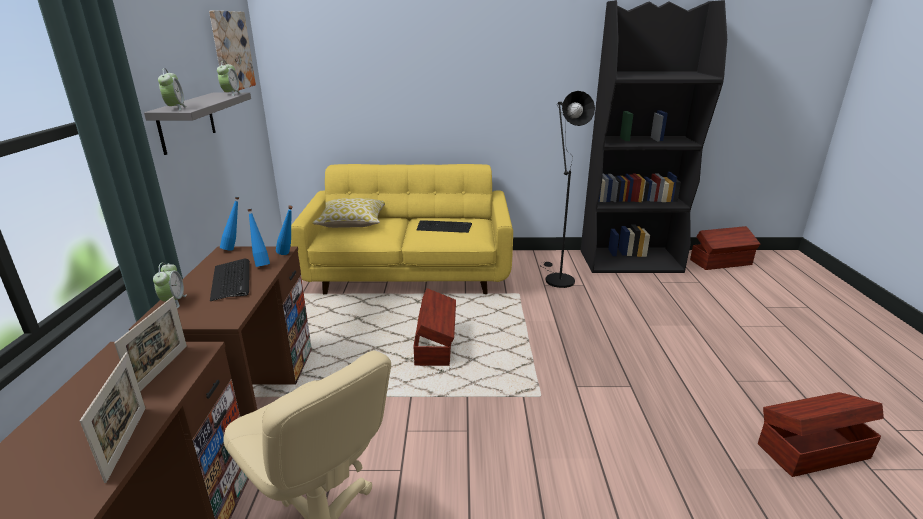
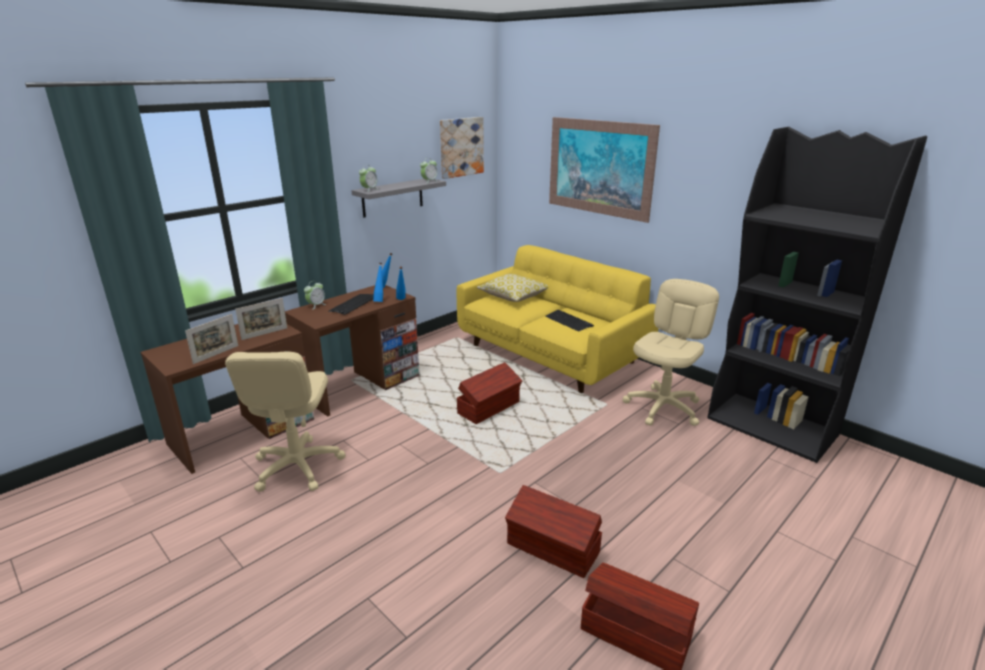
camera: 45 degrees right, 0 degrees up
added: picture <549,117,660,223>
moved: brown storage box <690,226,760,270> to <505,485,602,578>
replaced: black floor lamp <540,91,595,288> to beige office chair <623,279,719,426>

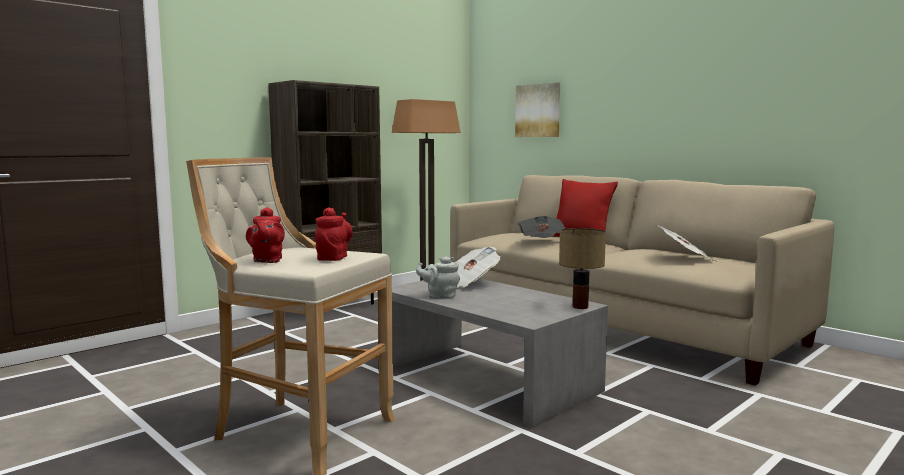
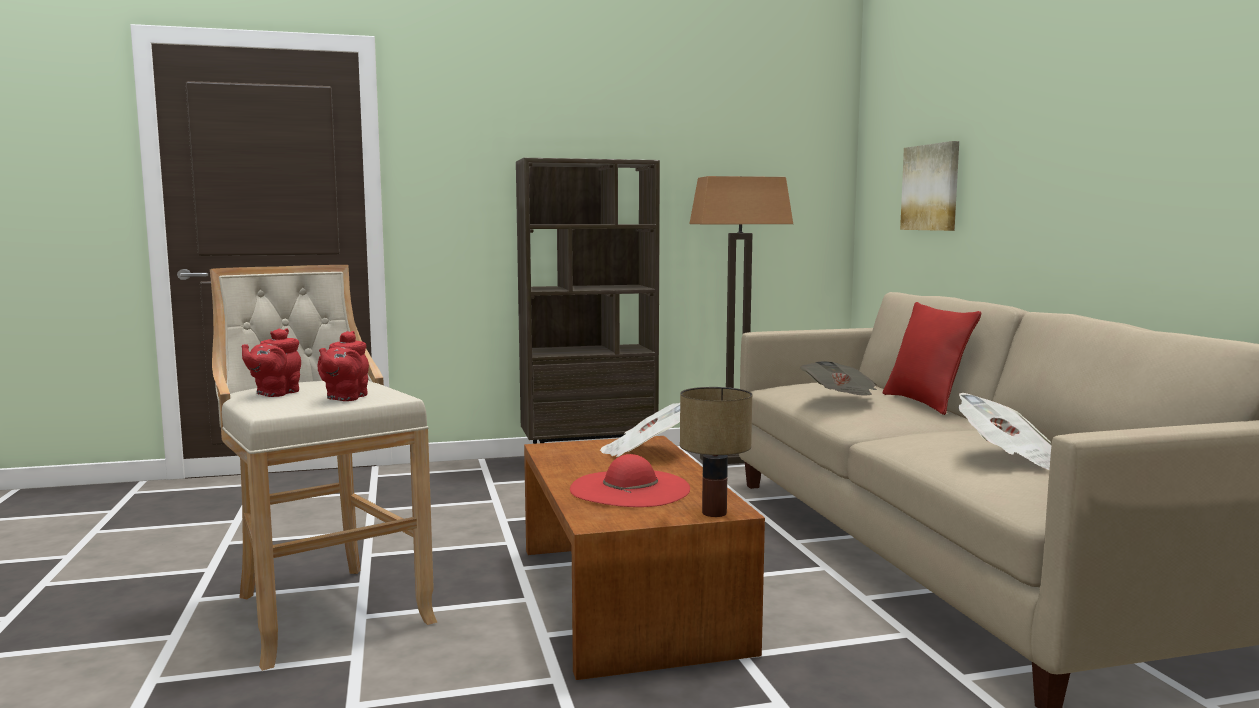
camera: 30 degrees right, 0 degrees up
removed: grey teapot <416,256,460,299>
added: red hat <570,454,690,507>
recoloured: grey coffee table <392,279,608,428> to brown coffee table <524,436,765,680>
turned: red teapot <315,207,353,261> = <318,331,369,401> 150 degrees clockwise

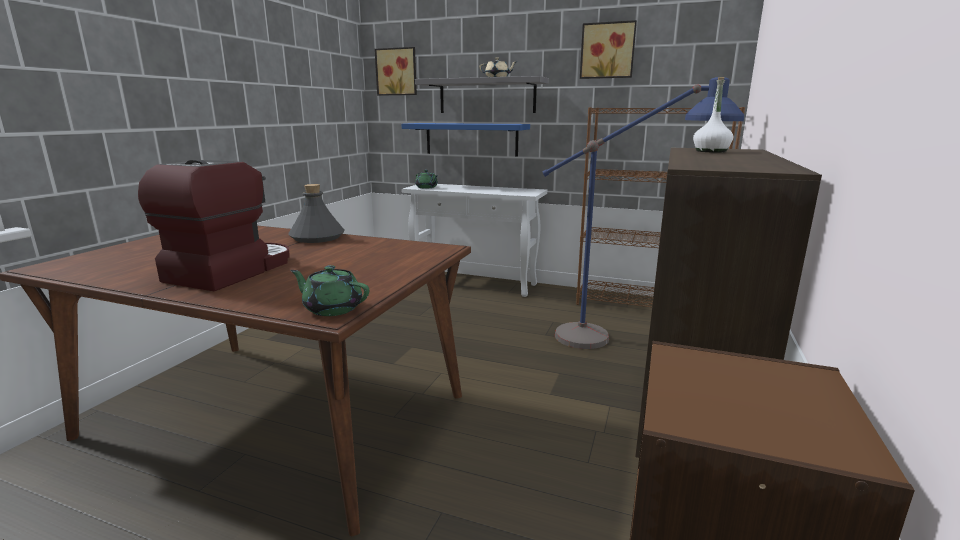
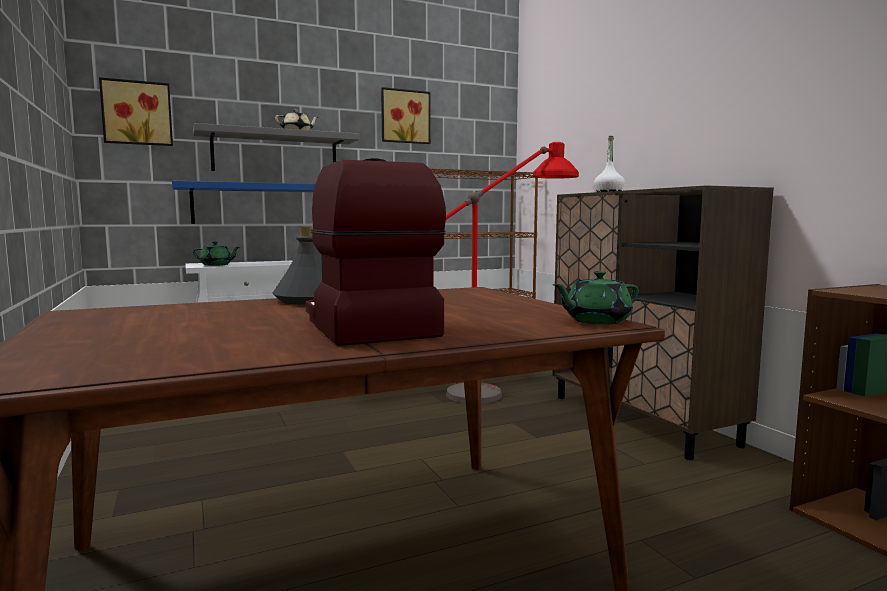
camera: 45 degrees left, 10 degrees down
recoloured: blue floor lamp <542,77,744,349> to red floor lamp <446,142,579,404>

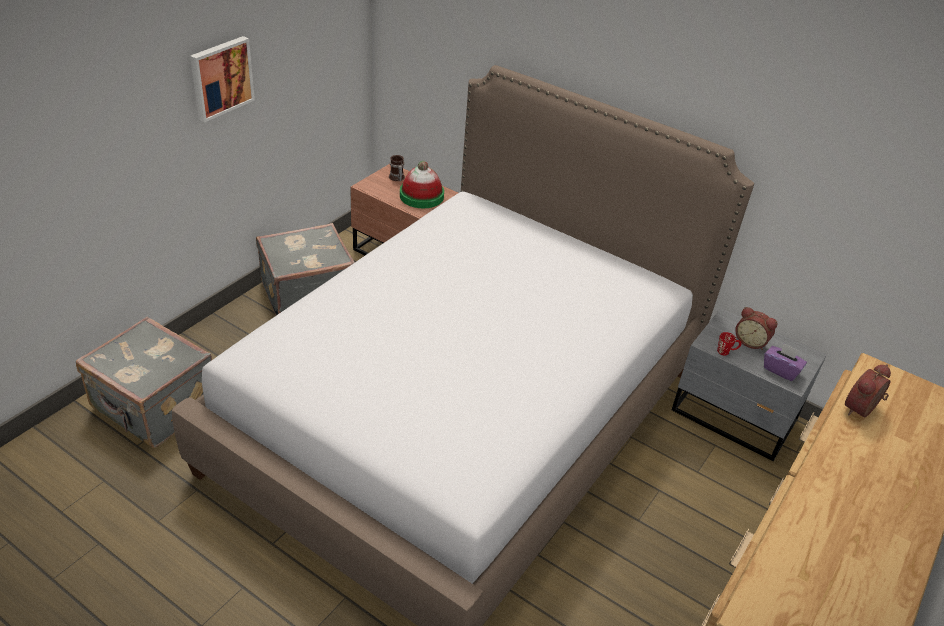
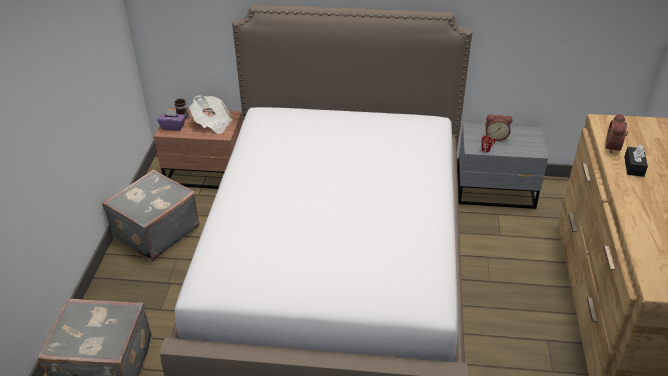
camera: 25 degrees left, 0 degrees up
removed: picture <190,36,255,122>
added: black tissue box <624,144,648,177>
moved: purple tissue box <764,343,807,381> to <157,109,186,131>
replaced: hat <400,161,444,208> to newspaper <189,95,233,134>

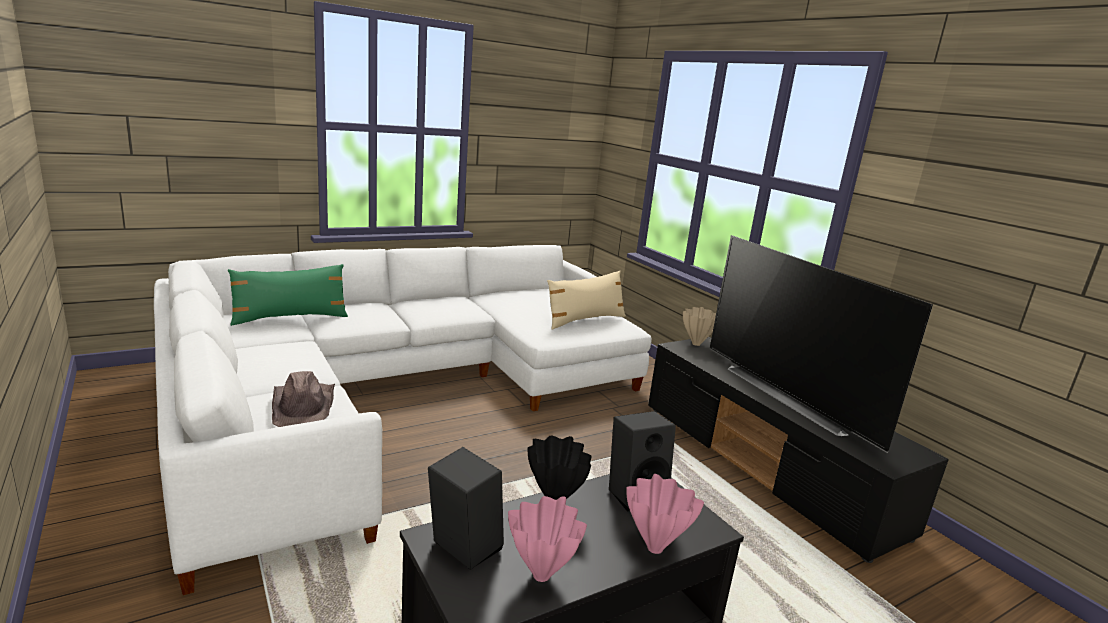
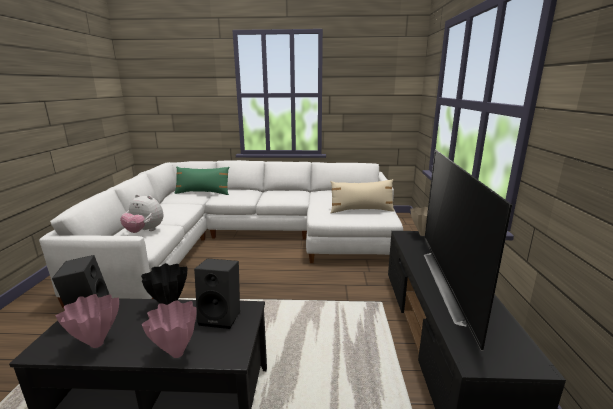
camera: 35 degrees right, 0 degrees up
replaced: brown hat <272,371,335,427> to plush toy <120,194,163,233>

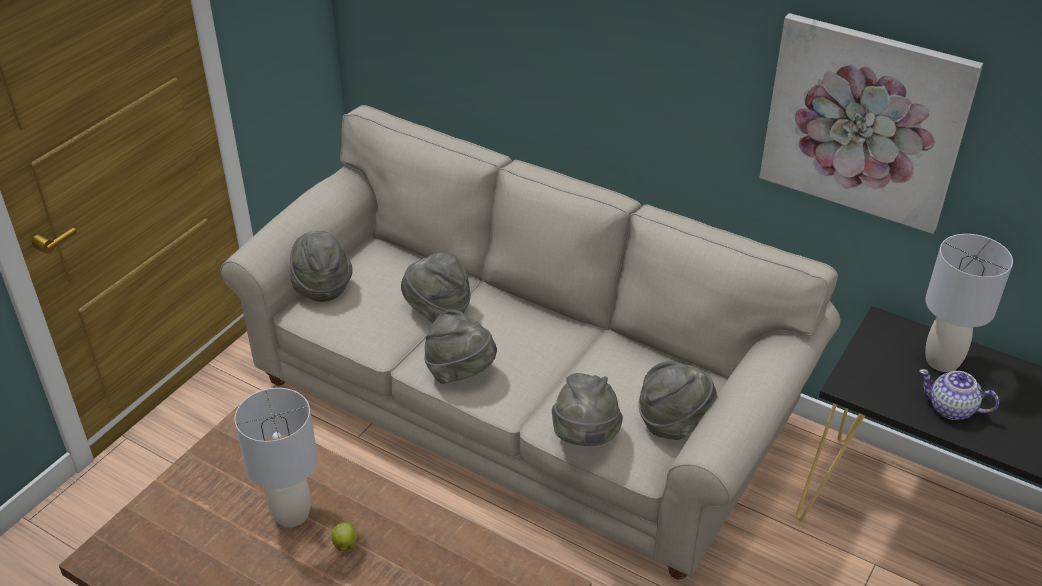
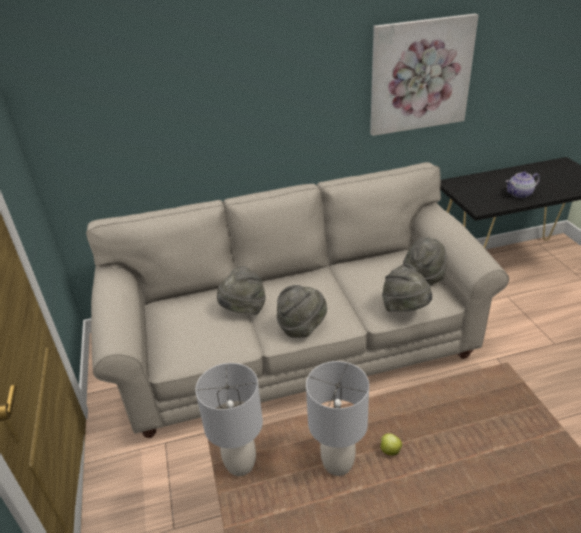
camera: 45 degrees left, 5 degrees down
removed: grey hat <290,231,352,302>
moved: grey table lamp <925,234,1013,372> to <195,363,263,476>

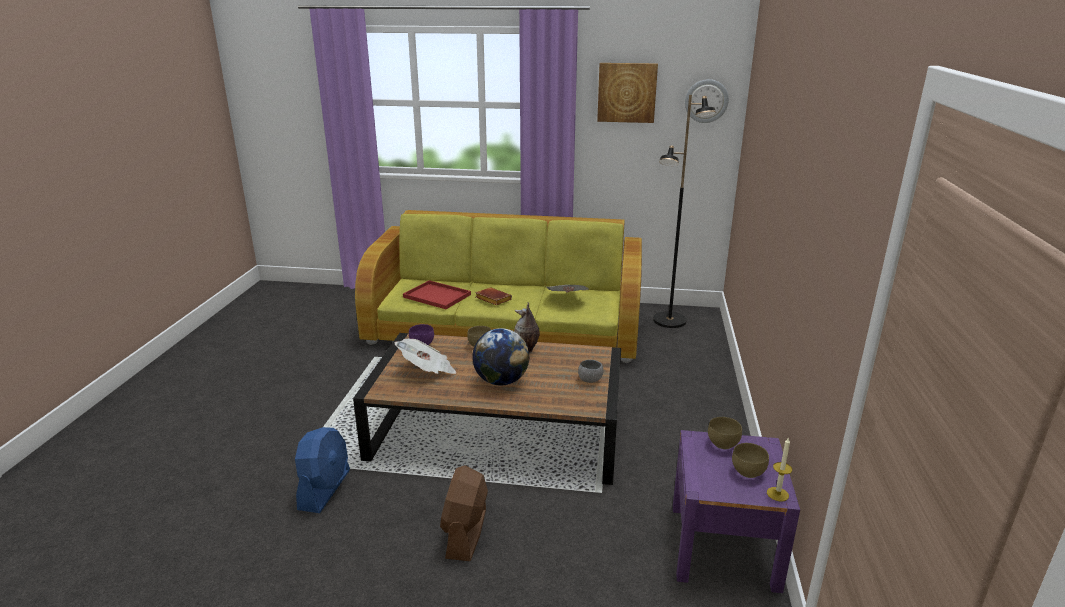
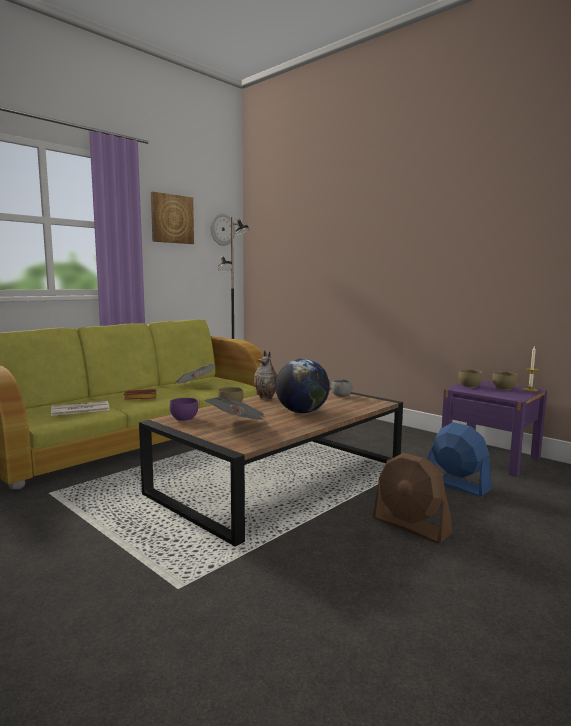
camera: 55 degrees left, 15 degrees down
moved: blue fan <295,427,350,513> to <427,422,492,497>
replaced: red tray <403,280,471,309> to newspaper <51,401,110,416>

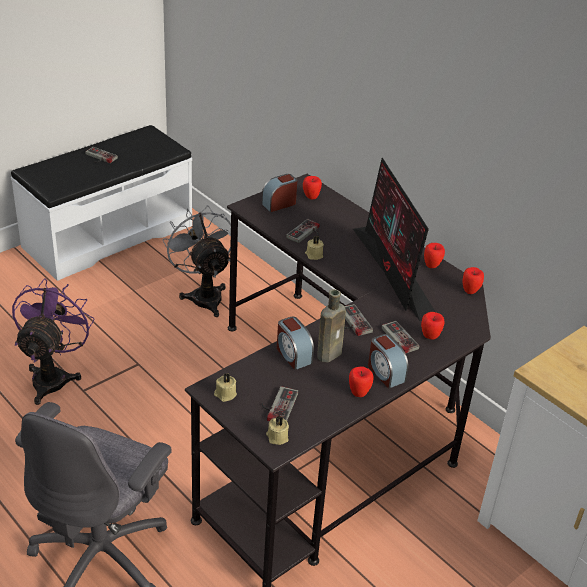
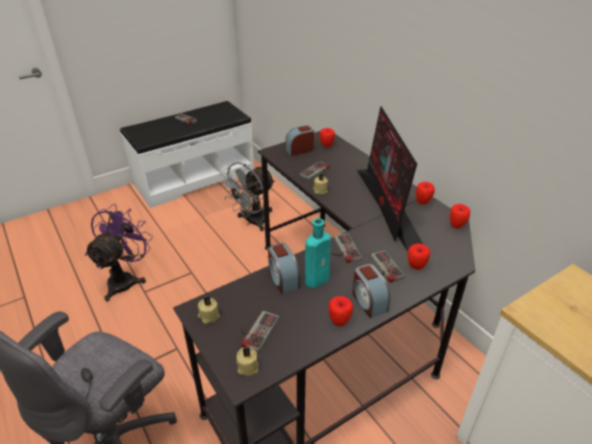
camera: 10 degrees right, 0 degrees up
recoloured: brown bottle <317,289,346,362> to turquoise bottle <305,218,331,288>
turned: grey fan <162,205,231,317> = <219,162,275,231> 120 degrees counterclockwise

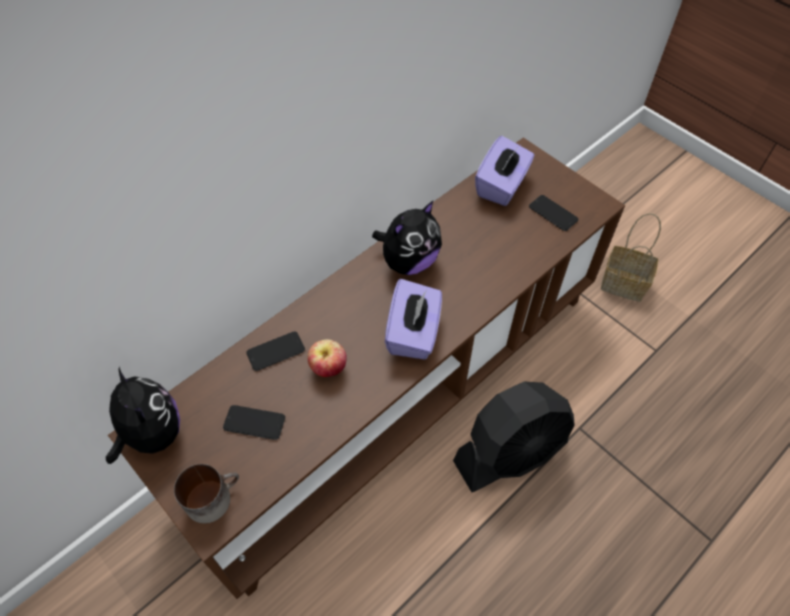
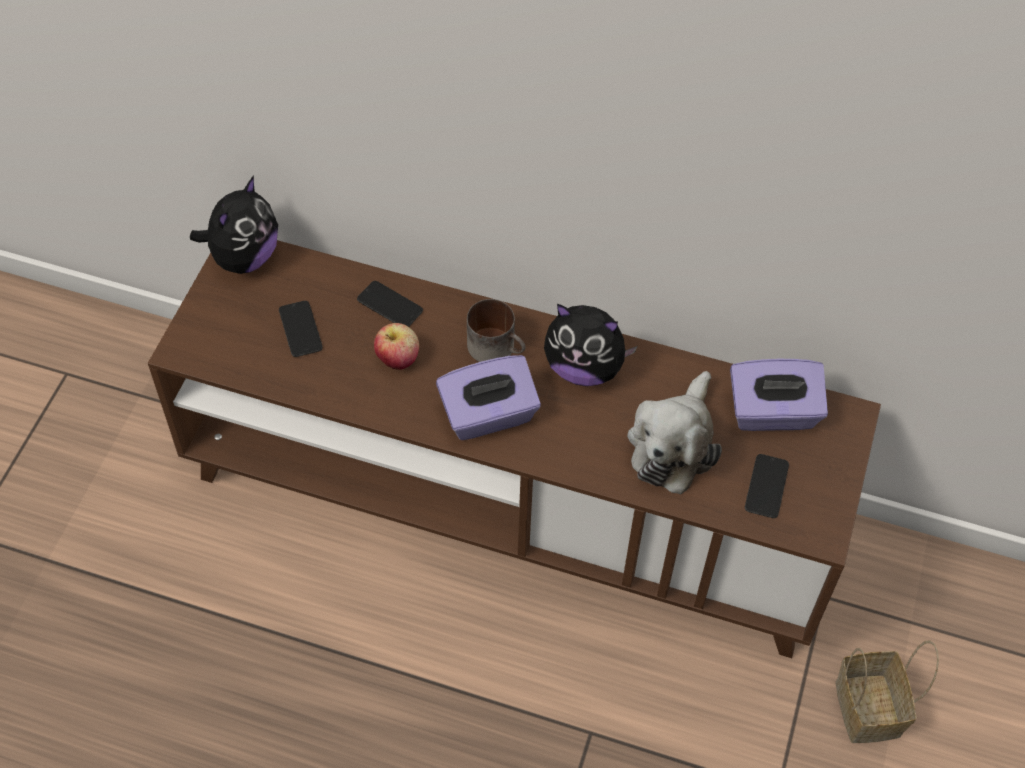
camera: 60 degrees right, 0 degrees up
removed: black fan <453,382,575,492>
added: plush toy <627,371,722,494>
moved: mug <174,464,239,524> to <467,299,526,362>

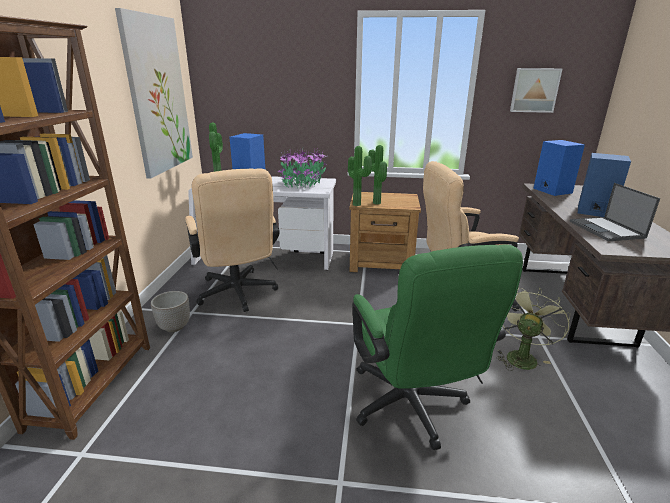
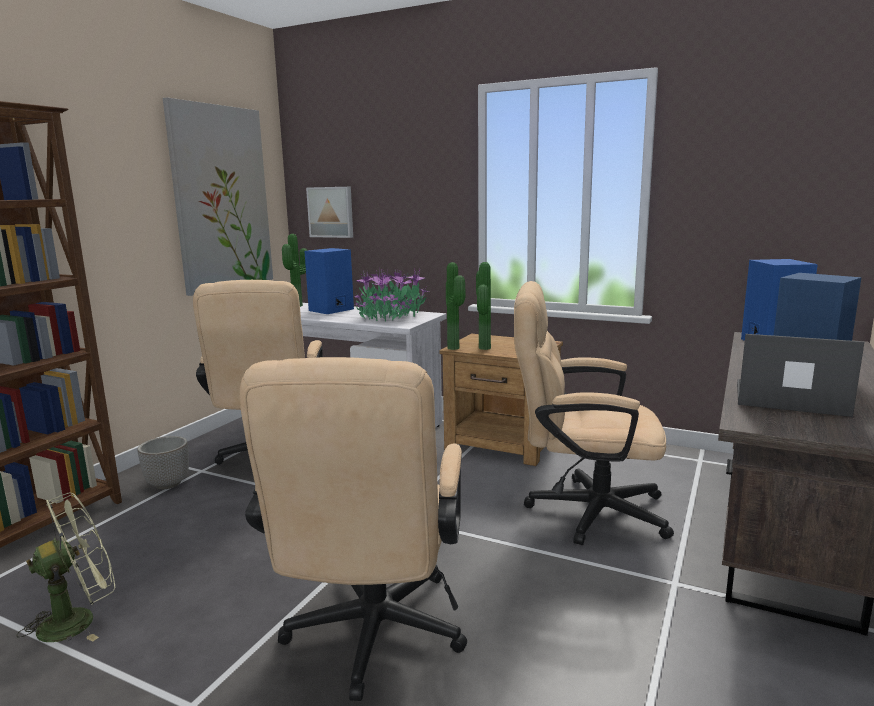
camera: 20 degrees right, 10 degrees down
moved: green fan <496,287,570,371> to <17,493,115,642>; picture <510,68,562,113> to <306,187,353,238>
recoloured: green office chair <352,244,523,450> to beige office chair <240,357,467,701>
turned: laptop <569,183,660,241> = <737,334,864,417> 105 degrees clockwise

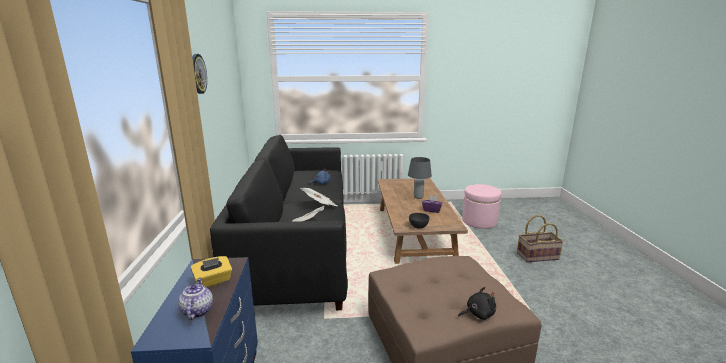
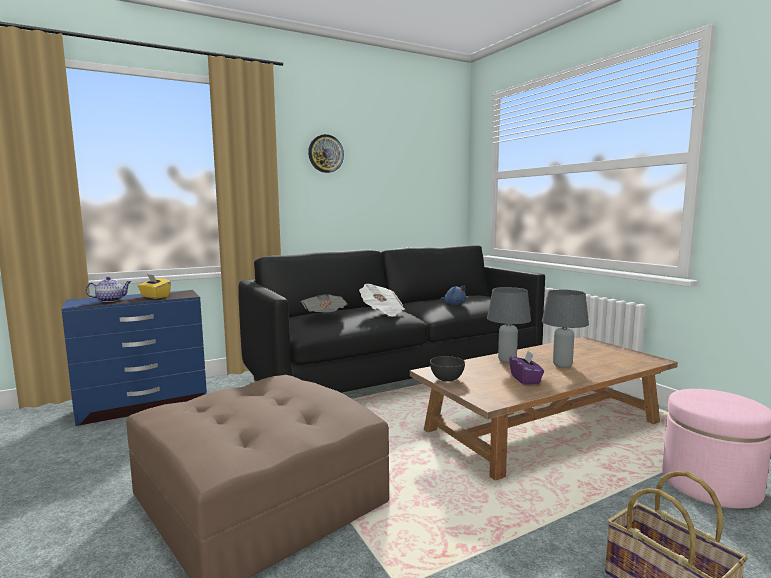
camera: 65 degrees right, 10 degrees down
removed: black plush toy <458,287,496,320>
added: grey table lamp <487,287,531,363>

